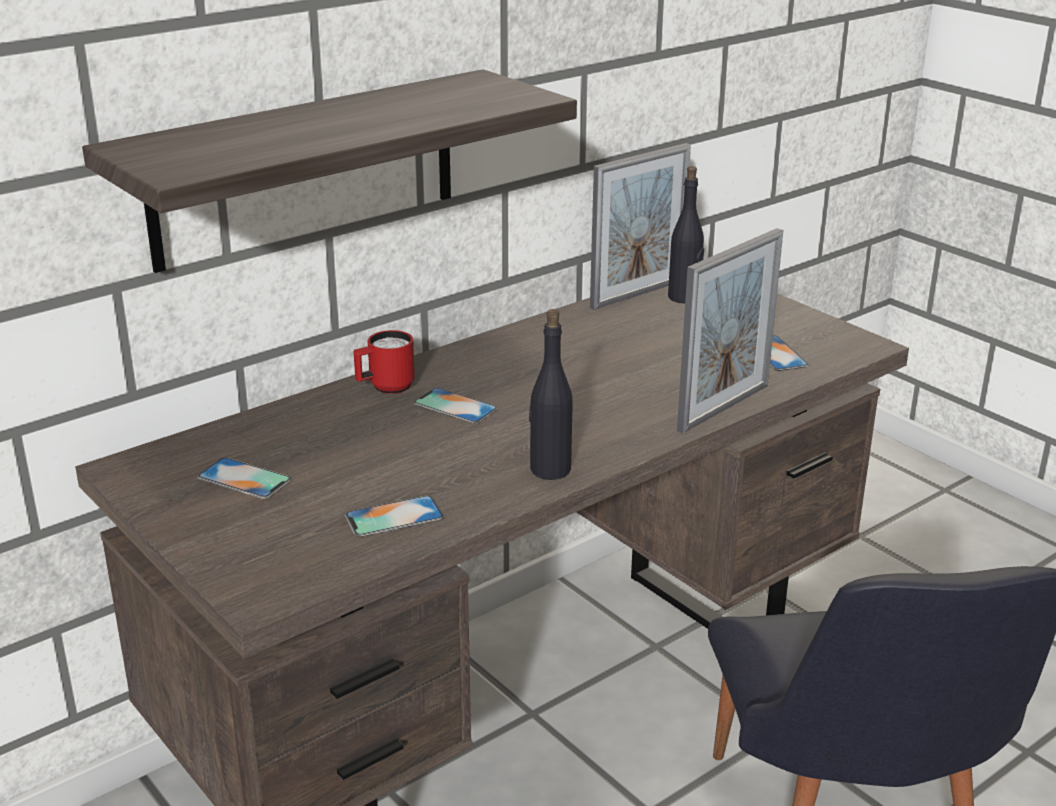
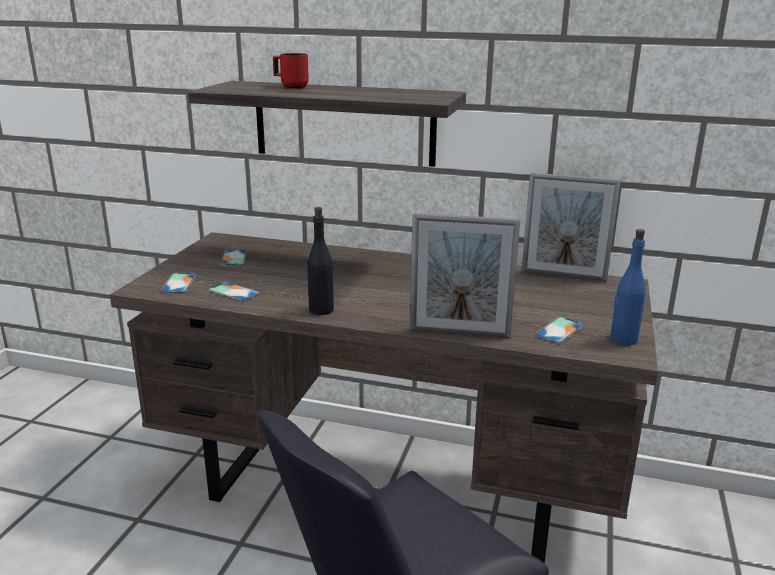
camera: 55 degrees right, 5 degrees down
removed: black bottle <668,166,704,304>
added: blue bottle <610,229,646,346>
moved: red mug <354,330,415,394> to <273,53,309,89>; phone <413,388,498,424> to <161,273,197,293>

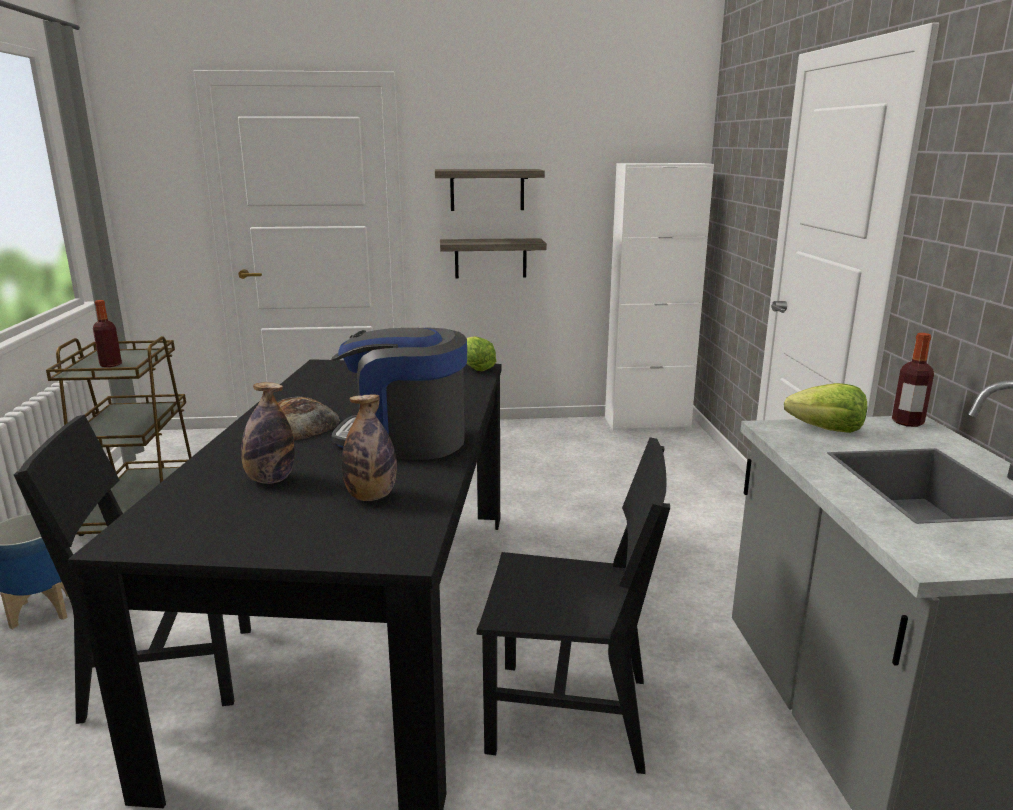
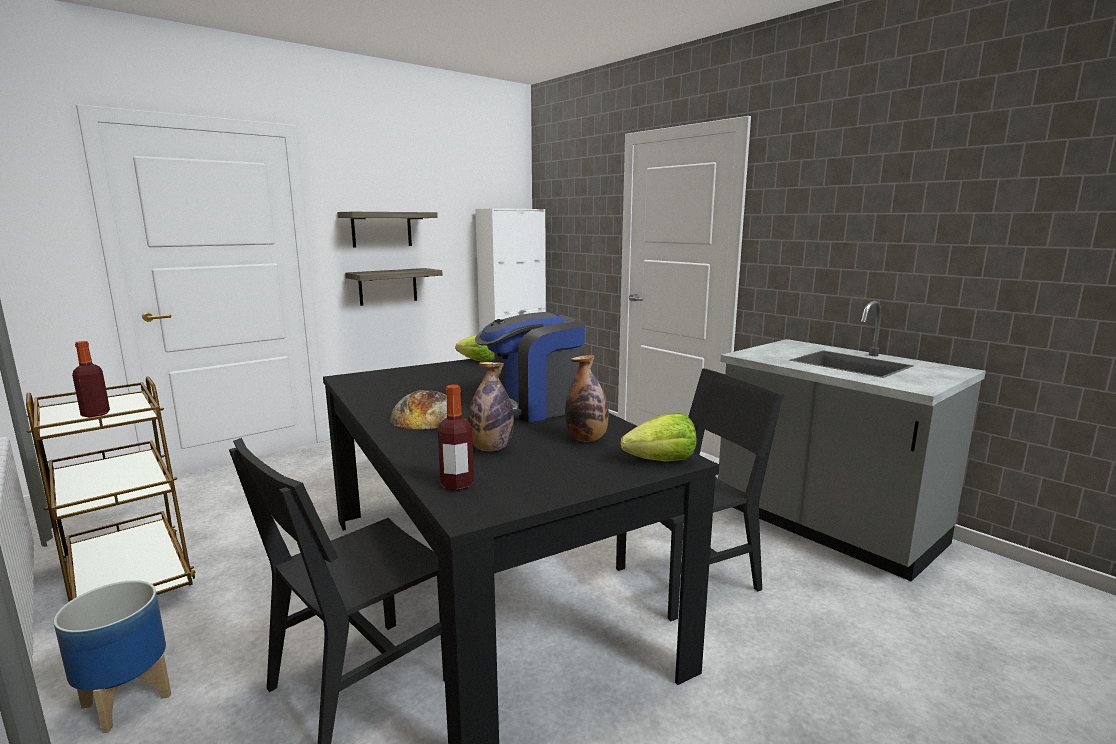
camera: 35 degrees left, 5 degrees down
moved: lettuce <784,383,867,433> to <621,413,696,461>; bottle <892,333,934,427> to <438,385,474,491>

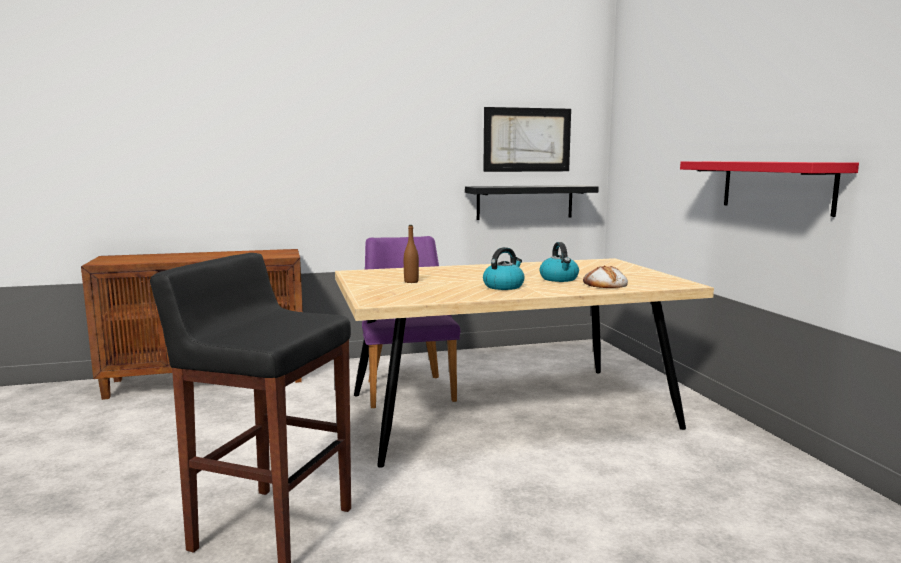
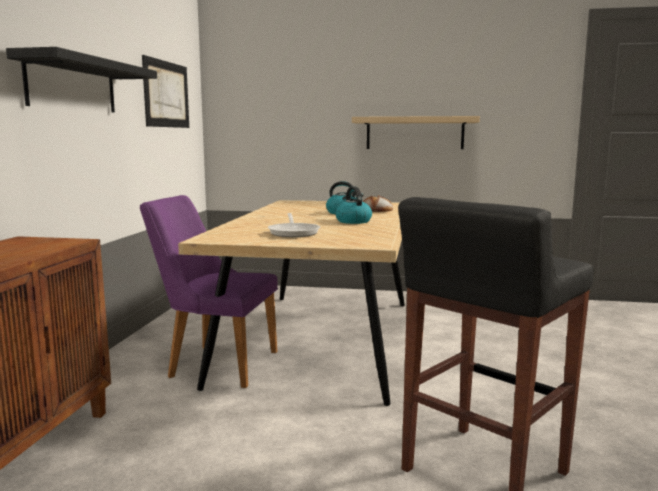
camera: 65 degrees left, 0 degrees up
moved: black shelf <465,185,599,220> to <6,47,157,113>
replaced: brown bottle <404,225,419,283> to frying pan <268,213,320,237>
recoloured: red shelf <680,161,859,217> to beige shelf <352,116,480,149>

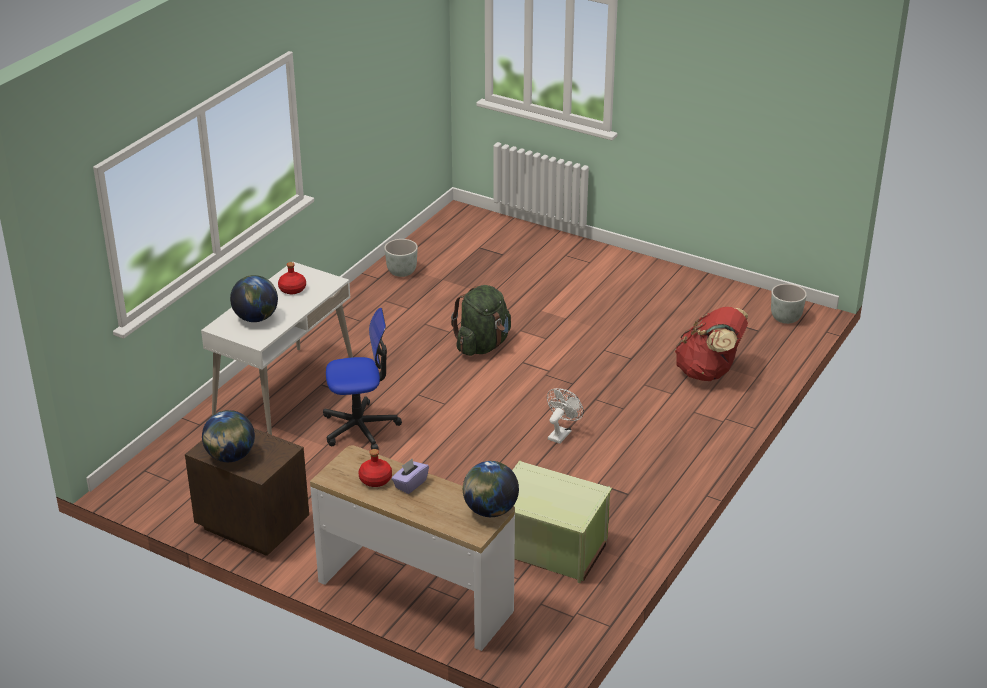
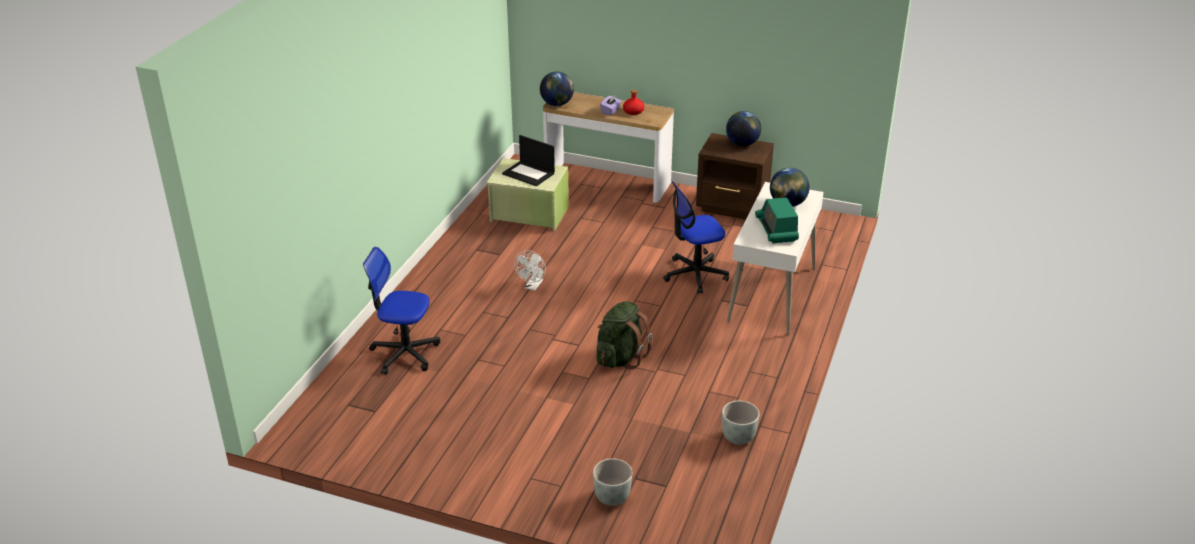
camera: 170 degrees right, 0 degrees up
added: laptop <502,135,555,186>
moved: grey planter <771,284,807,324> to <593,458,633,506>
replaced: red bottle <278,262,306,294> to radio <755,197,799,243>; red backpack <675,307,748,381> to office chair <363,247,440,375>

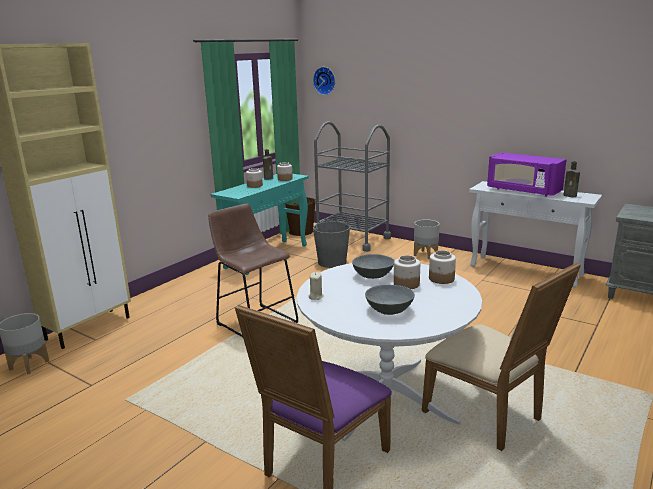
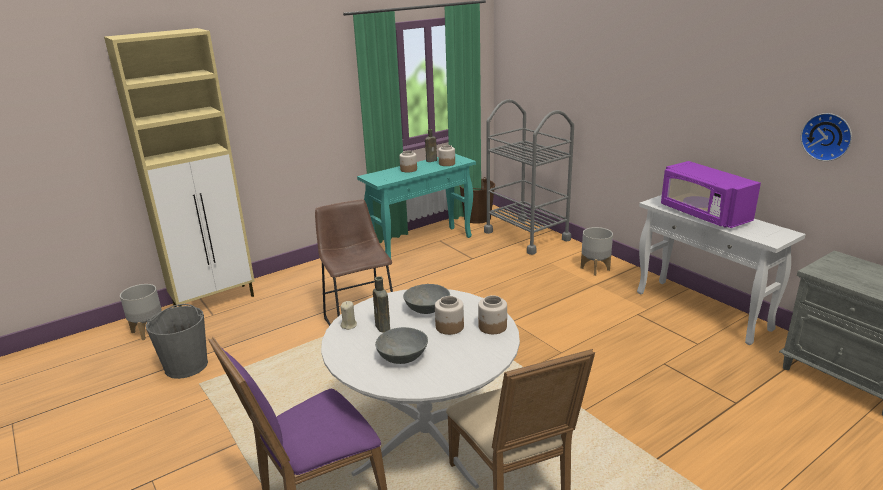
camera: 20 degrees right, 5 degrees up
moved: wall clock <313,67,335,95> to <801,113,852,161>; grey bucket <313,221,350,268> to <146,304,208,379>; brown bottle <564,161,580,197> to <373,276,390,333>

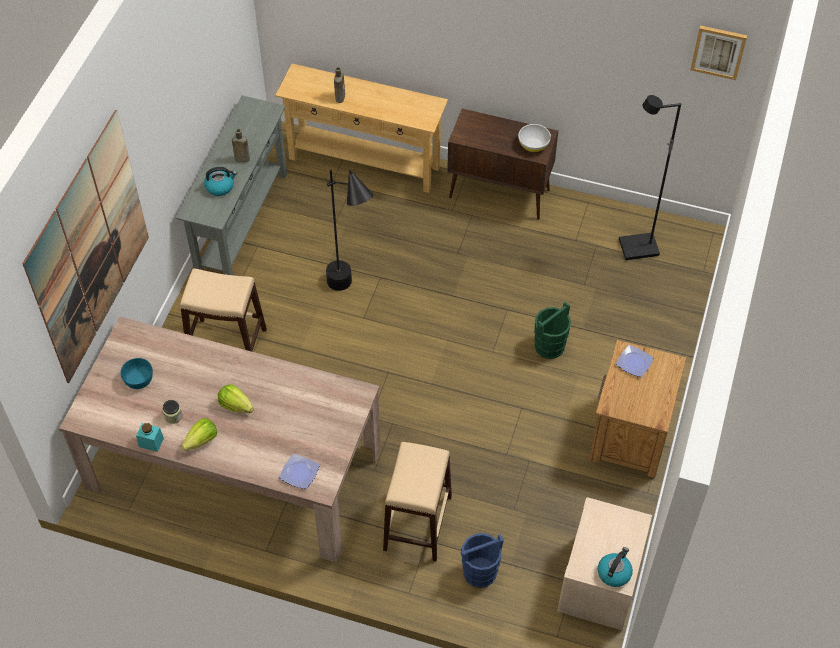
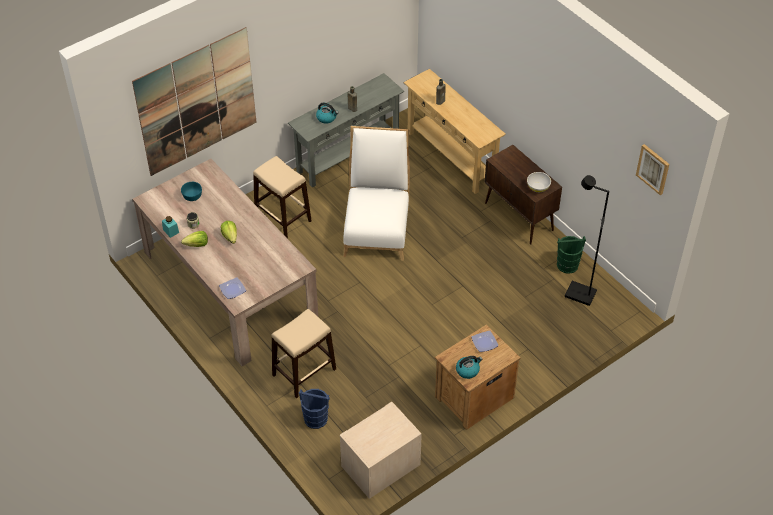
camera: 35 degrees right, 5 degrees down
moved: green bucket <534,302,571,359> to <557,236,586,274>; kettle <598,547,633,587> to <456,356,482,379>
replaced: black floor lamp <325,170,373,291> to white chair <343,126,410,261>

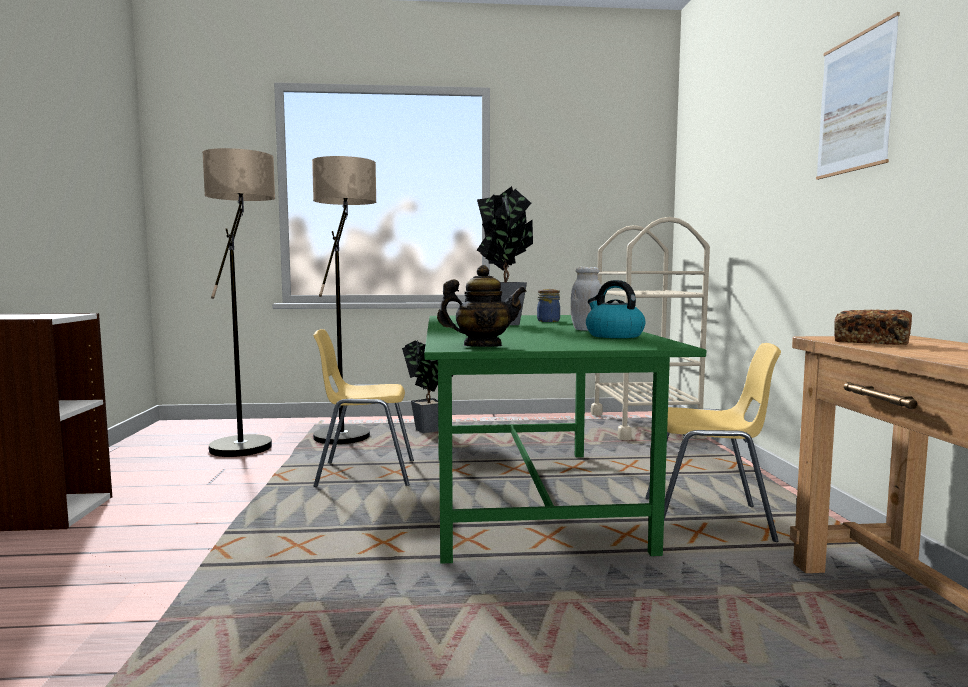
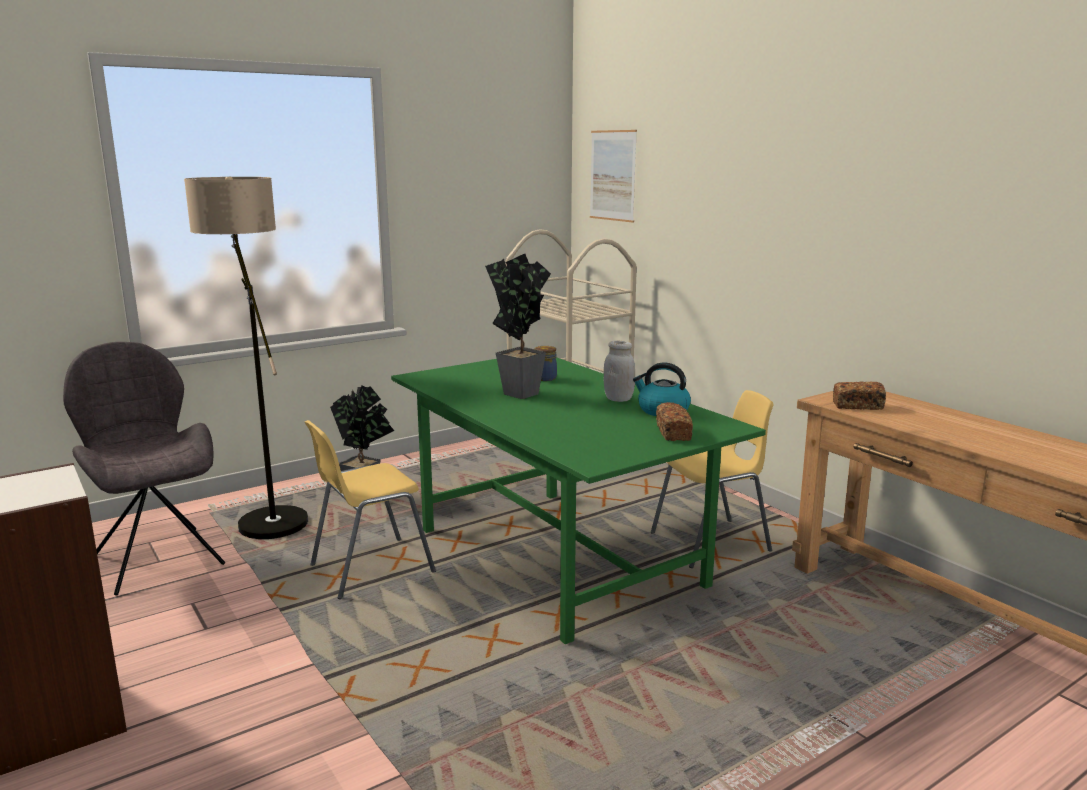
camera: 30 degrees left, 10 degrees up
removed: teapot <437,265,526,347>
added: bread <656,402,693,441>
moved: picture <816,12,900,180> to <590,130,637,223>
replaced: floor lamp <202,148,275,457> to grey chair <63,342,225,595>

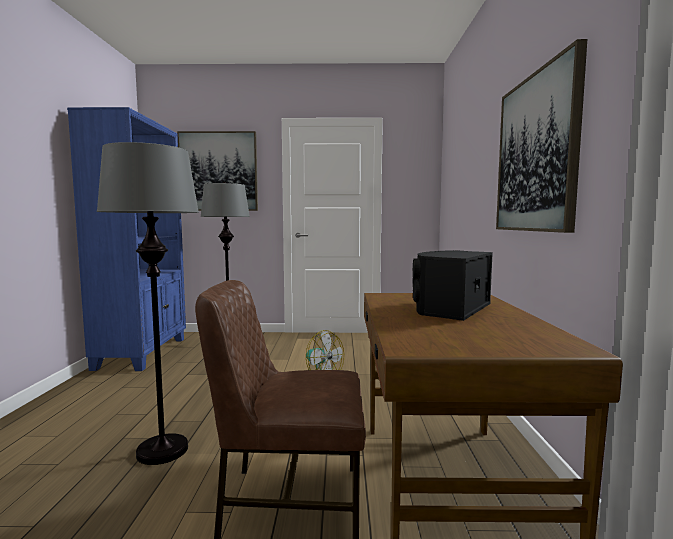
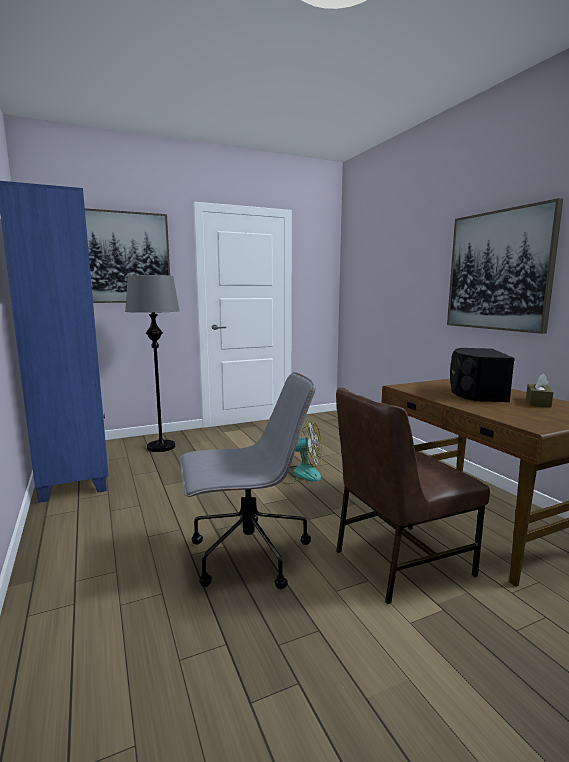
camera: 25 degrees left, 5 degrees up
added: brown tissue box <526,373,553,408>
replaced: grey floor lamp <96,142,199,465> to grey office chair <179,372,316,589>

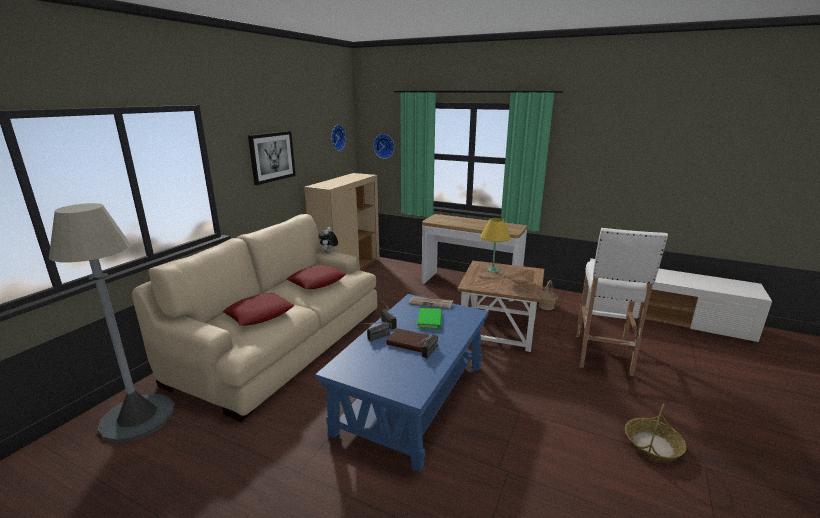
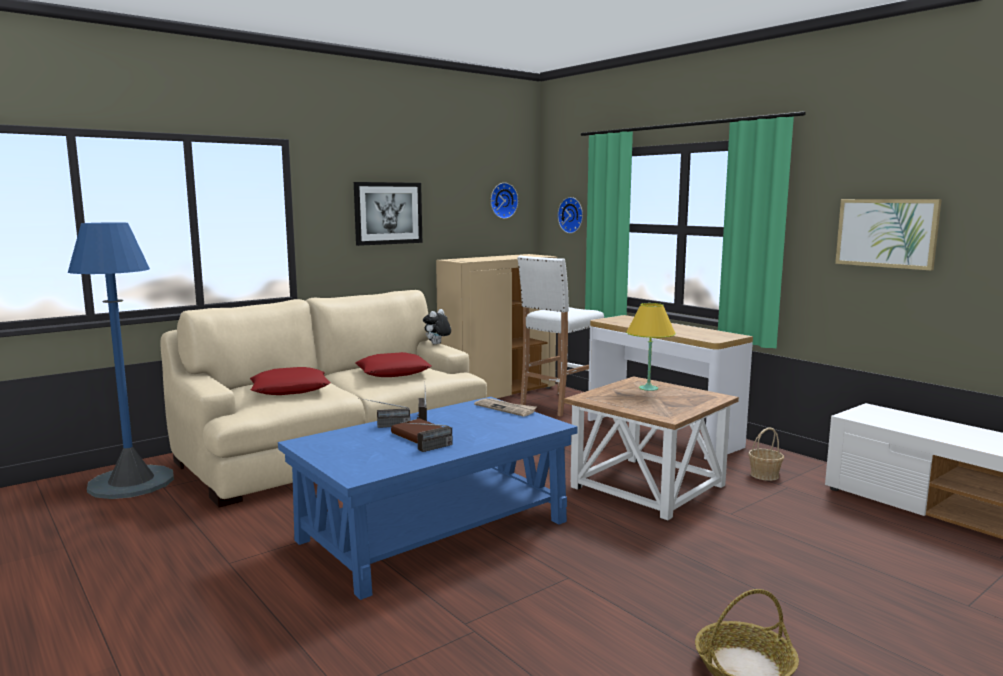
camera: 25 degrees right, 10 degrees down
removed: green book <417,308,442,330>
added: picture <835,199,942,271>
moved: white stool <576,228,668,376> to <517,256,604,416>
recoloured: grey floor lamp <49,203,174,443> to blue floor lamp <68,222,174,499>

